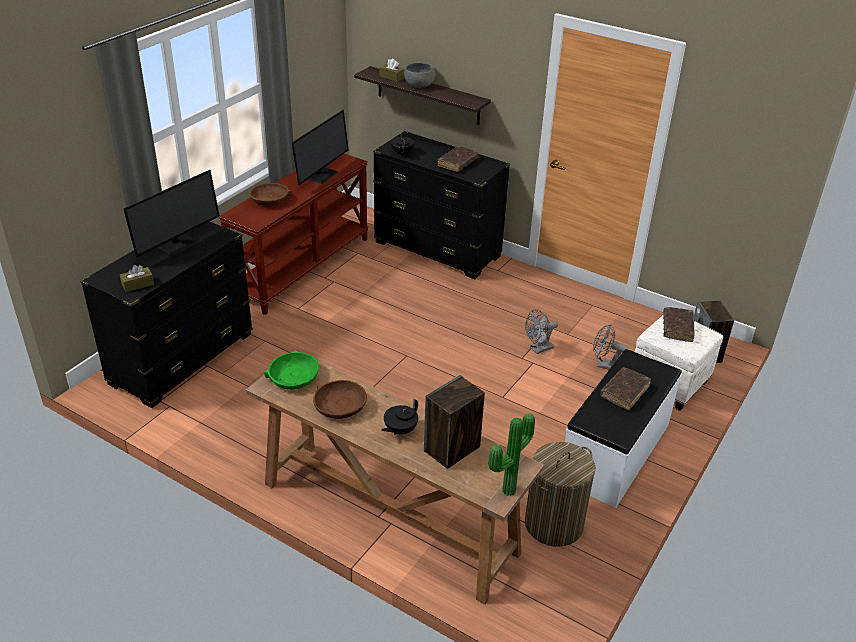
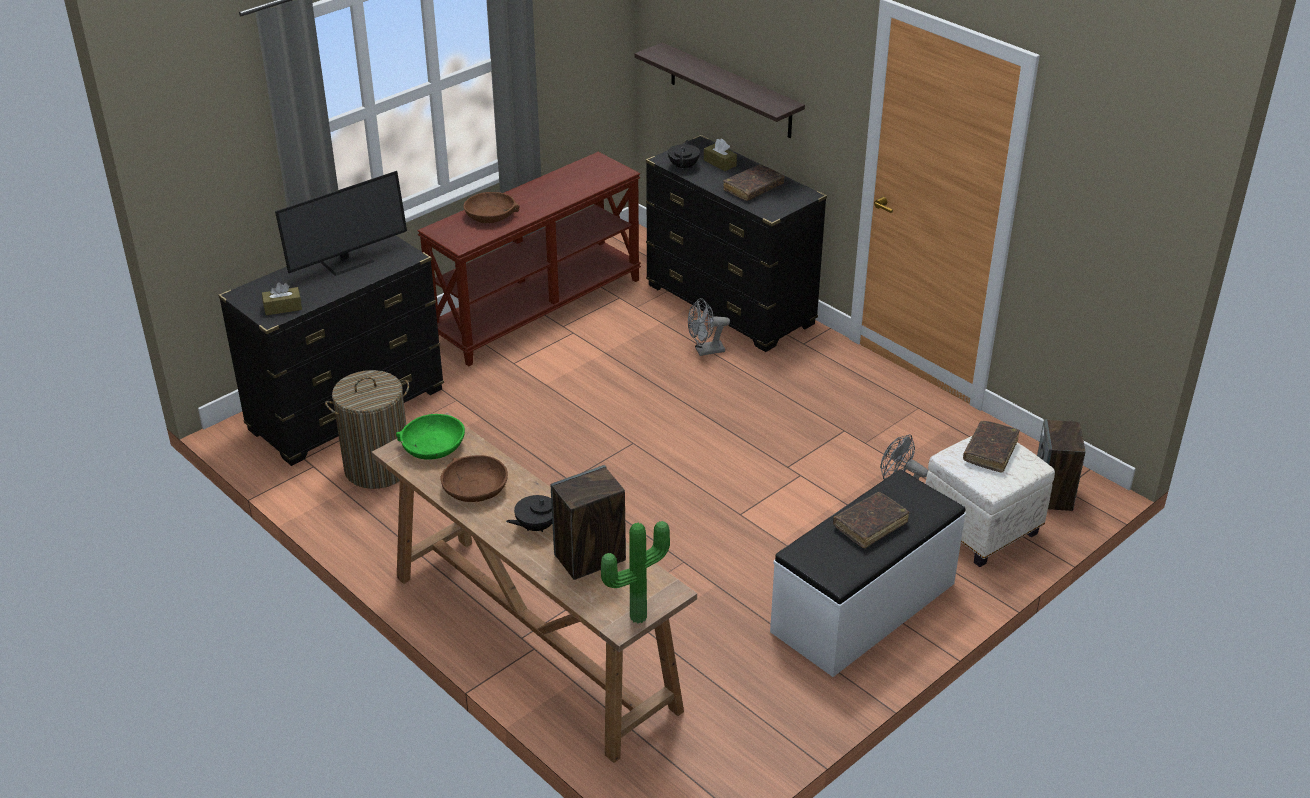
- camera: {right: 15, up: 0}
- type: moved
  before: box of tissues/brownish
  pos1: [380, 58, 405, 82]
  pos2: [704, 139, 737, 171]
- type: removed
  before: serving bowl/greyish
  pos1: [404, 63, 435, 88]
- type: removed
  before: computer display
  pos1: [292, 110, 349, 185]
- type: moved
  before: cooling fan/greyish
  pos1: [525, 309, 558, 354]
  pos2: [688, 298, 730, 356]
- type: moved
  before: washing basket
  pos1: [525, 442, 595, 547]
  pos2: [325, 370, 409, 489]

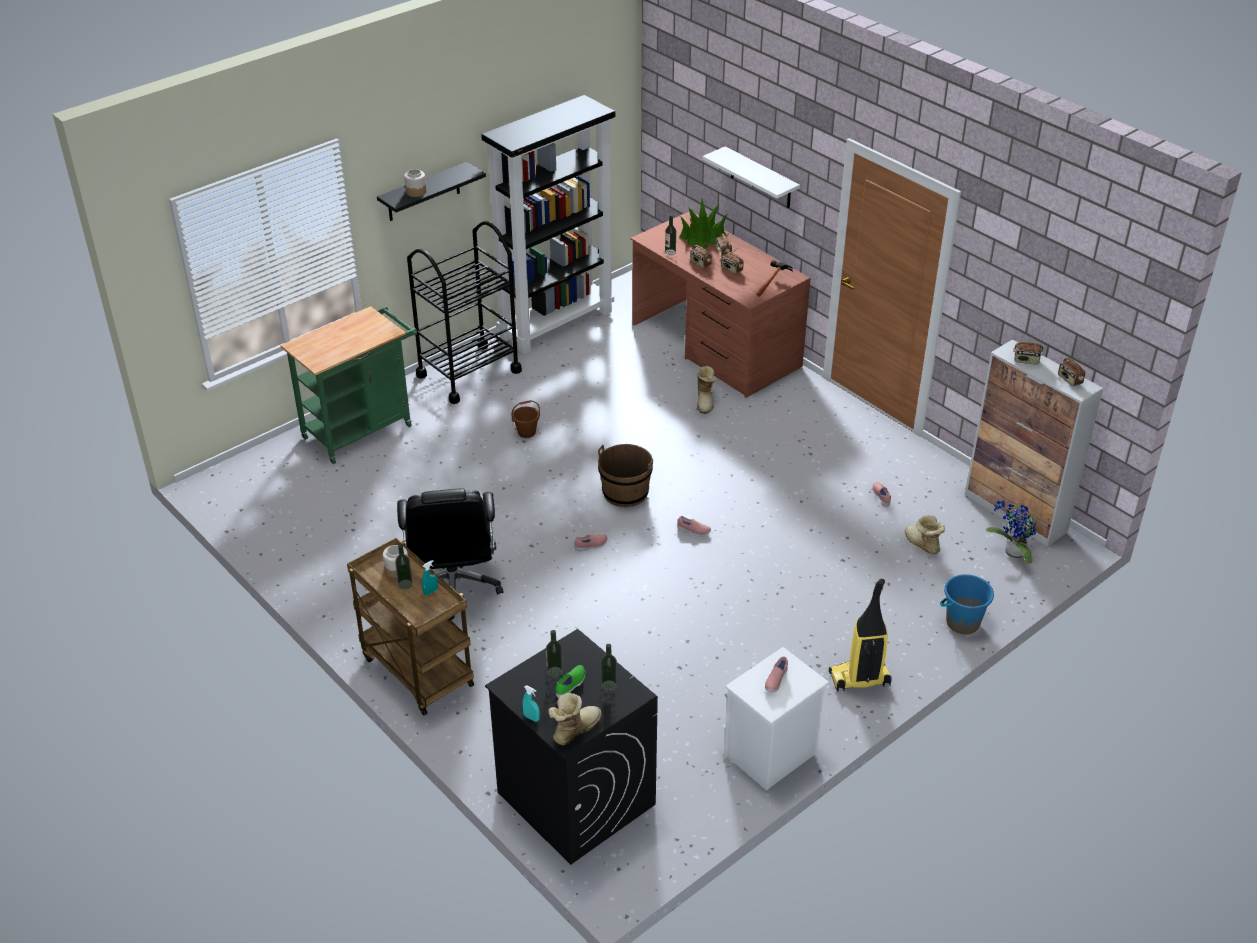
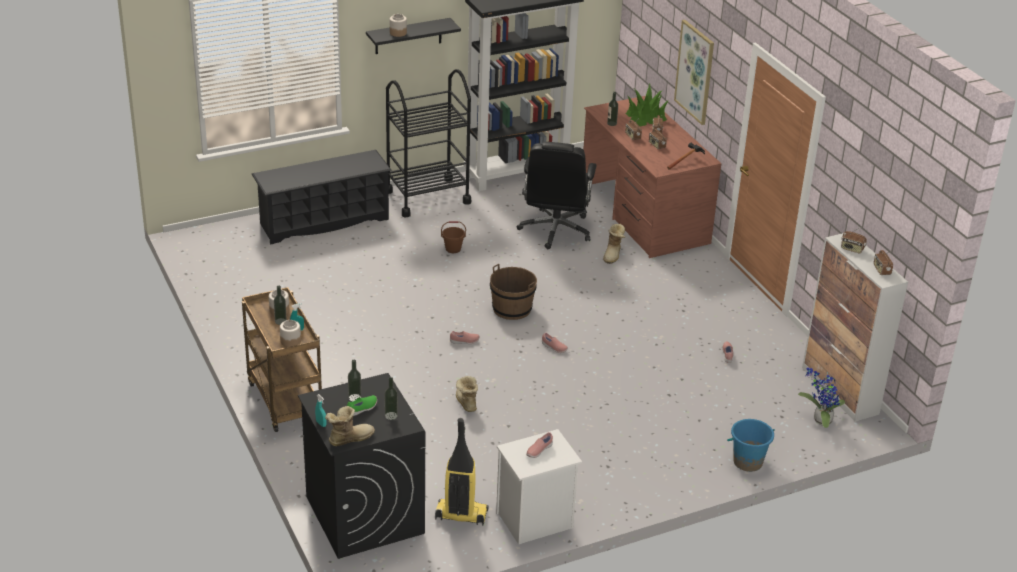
- camera: {right: 15, up: -5}
- type: replaced
  before: shelf/white
  after: picture
  pos1: [702, 146, 800, 208]
  pos2: [674, 20, 714, 125]
- type: replaced
  before: cart/greenish
  after: shoe rack/blackish
  pos1: [280, 306, 417, 464]
  pos2: [252, 150, 392, 245]
- type: moved
  before: desk chair/blackish
  pos1: [397, 488, 503, 620]
  pos2: [517, 142, 597, 249]
- type: moved
  before: high-top boot
  pos1: [905, 515, 945, 554]
  pos2: [456, 376, 478, 412]
- type: moved
  before: vacuum cleaner
  pos1: [829, 579, 892, 692]
  pos2: [435, 418, 489, 526]
- type: added
  after: storage jar
  pos2: [280, 320, 301, 347]

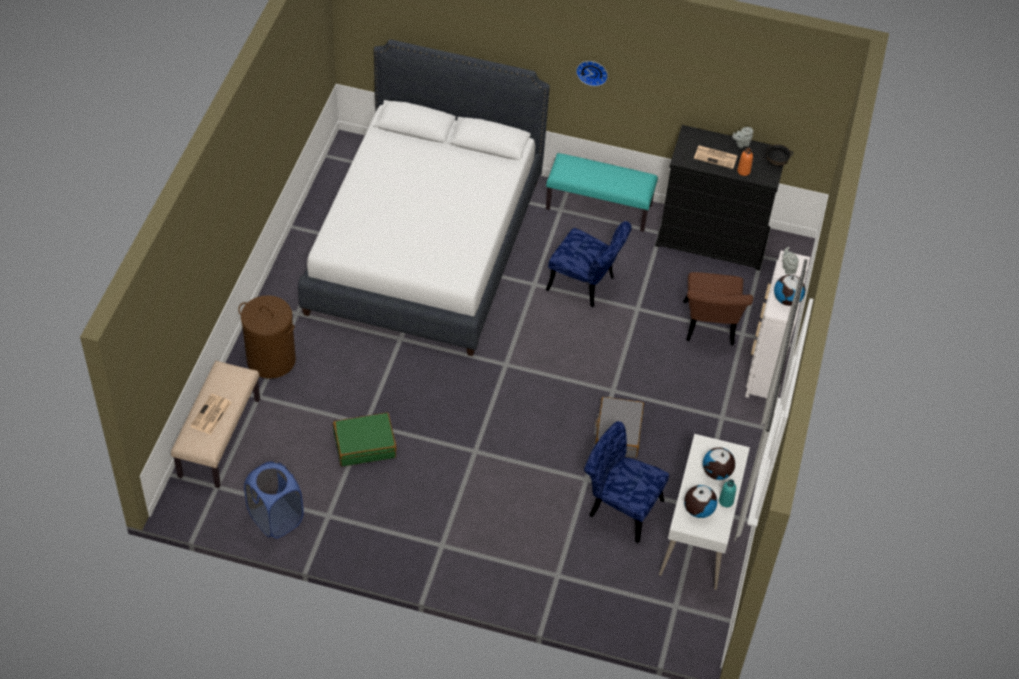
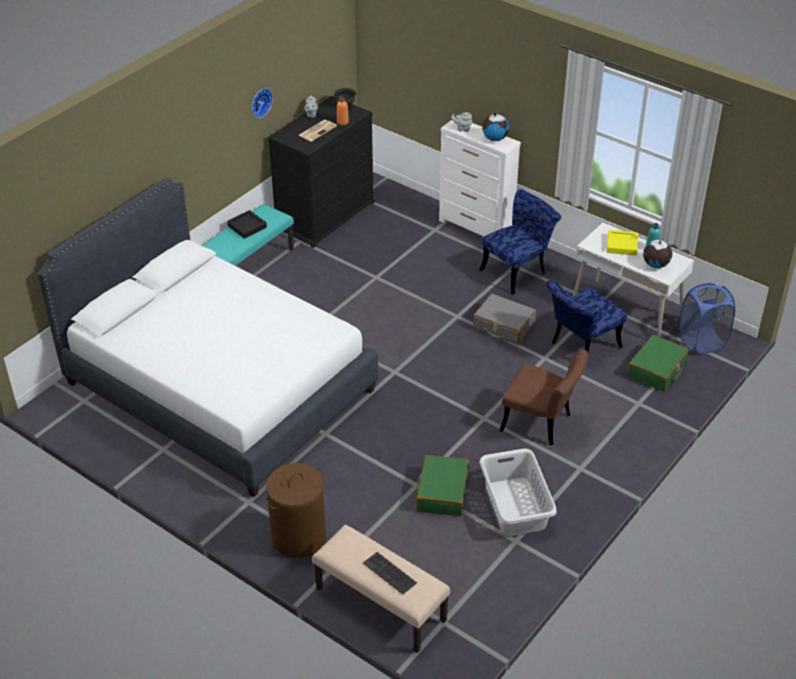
- camera: {right: -65, up: -10}
- type: moved
  before: clock on the wall
  pos1: [576, 61, 608, 86]
  pos2: [252, 88, 273, 118]
- type: moved
  before: chair/blue
  pos1: [546, 221, 632, 307]
  pos2: [479, 189, 561, 295]
- type: moved
  before: chair/brownish
  pos1: [683, 272, 753, 345]
  pos2: [500, 349, 589, 446]
- type: replaced
  before: printed paper
  after: keyboard
  pos1: [190, 394, 232, 435]
  pos2: [363, 552, 417, 594]
- type: replaced
  before: desk globe
  after: tray/yellow-coloured
  pos1: [703, 447, 735, 480]
  pos2: [607, 230, 638, 256]
- type: moved
  before: washing basket/blue
  pos1: [244, 461, 304, 539]
  pos2: [679, 283, 735, 354]
- type: added
  after: tray/blackish
  pos2: [227, 210, 267, 239]
- type: added
  after: piece of luggage/greenish
  pos2: [627, 335, 689, 391]
- type: added
  after: washing basket/greyish
  pos2: [479, 449, 557, 536]

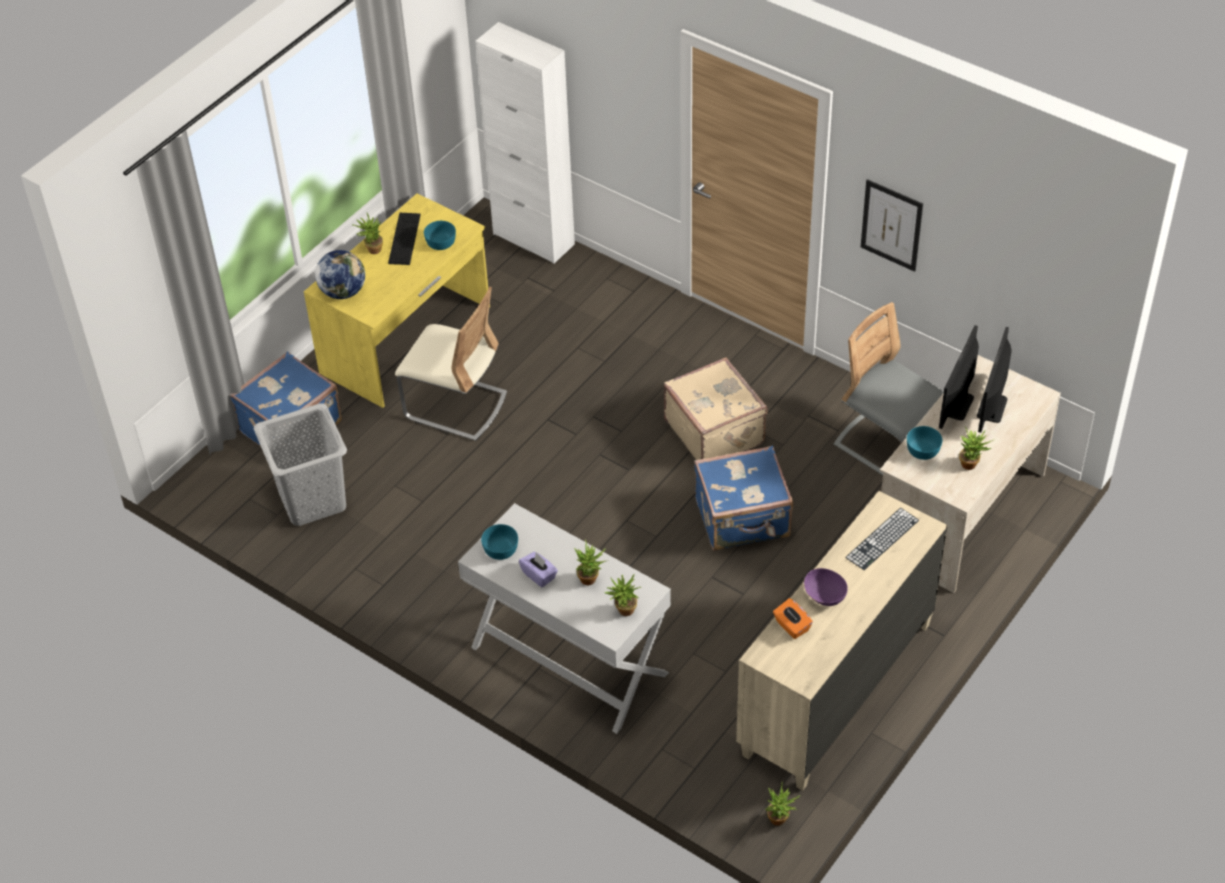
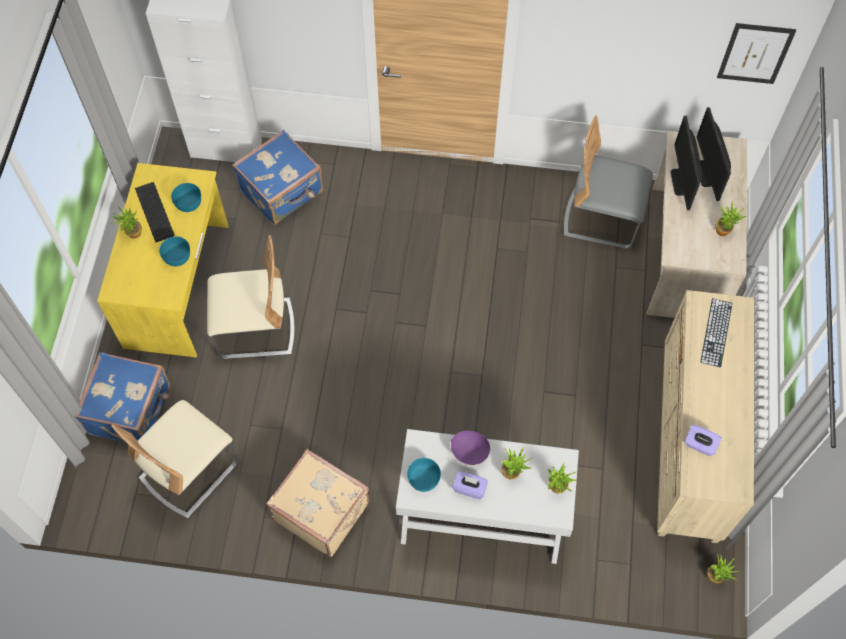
- camera: {right: -30, up: 15}
- type: moved
  before: picture
  pos1: [861, 179, 923, 272]
  pos2: [717, 23, 796, 84]
- type: removed
  before: desk globe
  pos1: [315, 250, 365, 299]
- type: moved
  before: piece of luggage/beige-coloured
  pos1: [664, 357, 768, 460]
  pos2: [266, 449, 369, 557]
- type: replaced
  before: washing basket/greyish
  after: chair/beige-coloured
  pos1: [254, 403, 347, 526]
  pos2: [111, 400, 238, 519]
- type: moved
  before: serving bowl/turquoise-coloured
  pos1: [907, 426, 942, 460]
  pos2: [159, 236, 190, 266]
- type: moved
  before: piece of luggage/blue
  pos1: [694, 446, 793, 551]
  pos2: [232, 130, 323, 225]
- type: moved
  before: serving bowl/purple
  pos1: [804, 568, 848, 606]
  pos2: [451, 431, 490, 465]
- type: recoloured
  before: box of tissues/orange
  after: box of tissues/purple
  pos1: [773, 598, 813, 639]
  pos2: [685, 425, 722, 456]

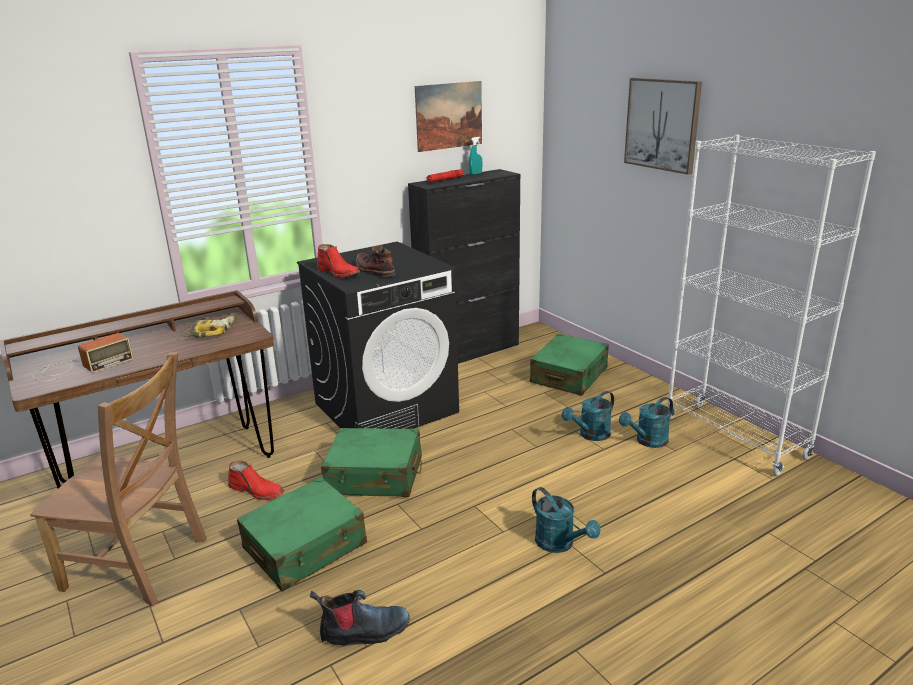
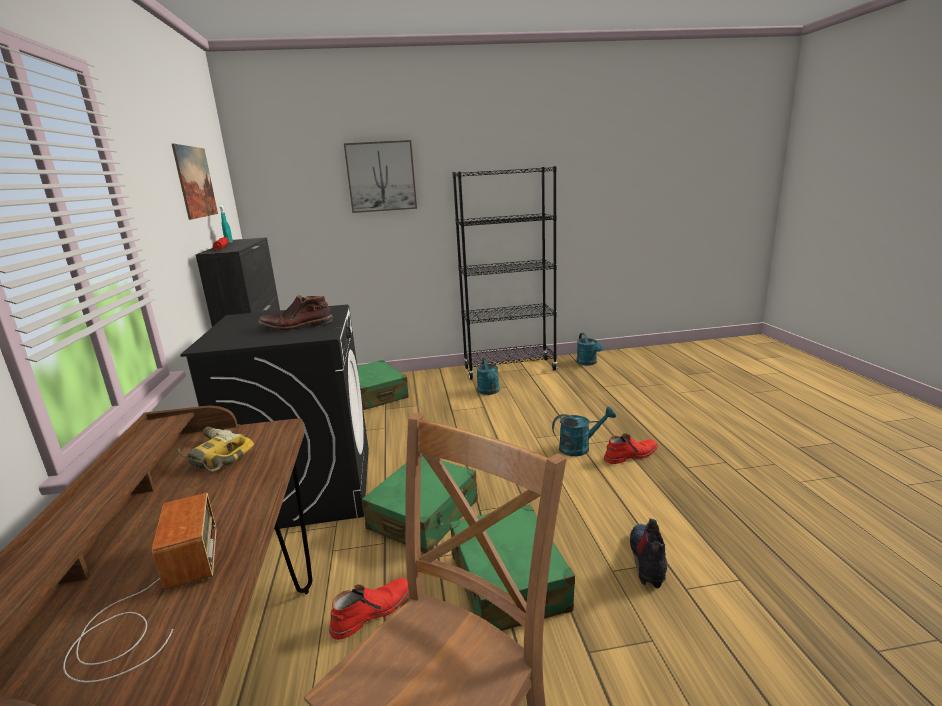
- camera: {right: -65, up: -5}
- type: recoloured
  before: bookcase/white
  after: bookcase/blackish
  pos1: [667, 135, 876, 476]
  pos2: [453, 166, 557, 380]
- type: moved
  before: high-top boot/red-coloured
  pos1: [317, 244, 360, 278]
  pos2: [604, 433, 658, 464]
- type: moved
  before: sprinkling can/turquoise-coloured
  pos1: [562, 391, 614, 441]
  pos2: [577, 333, 603, 365]

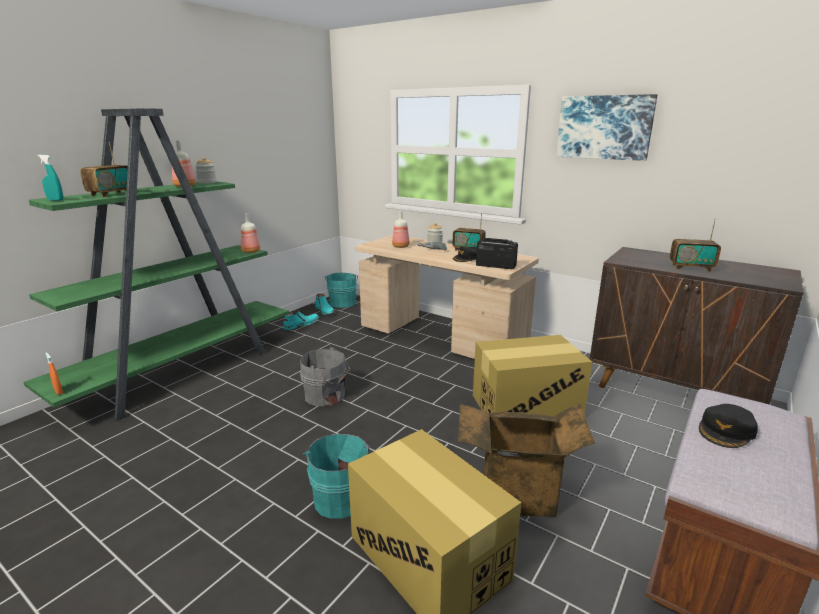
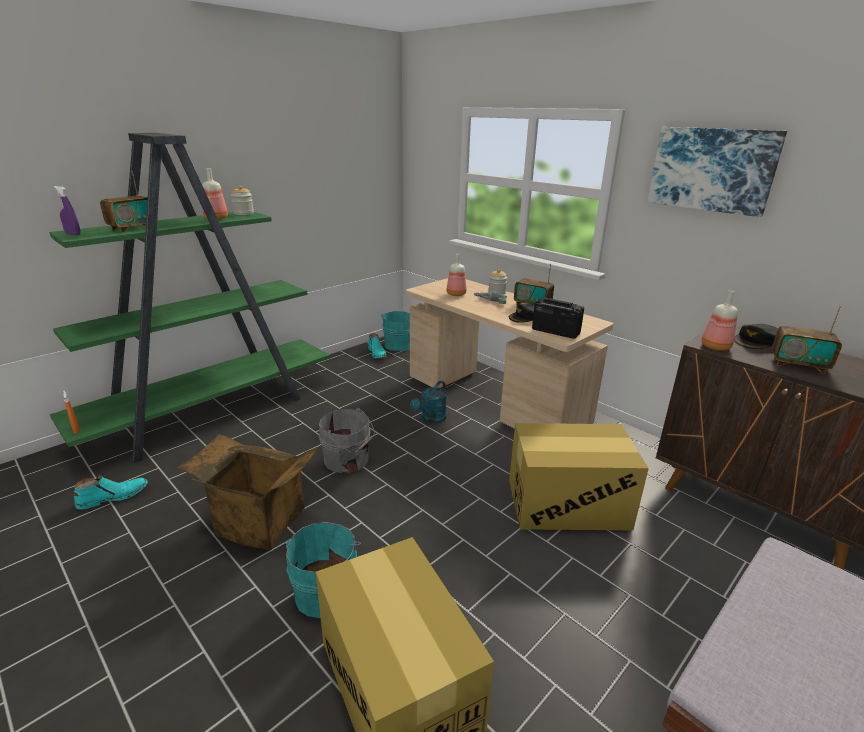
- camera: {right: 10, up: 5}
- type: recoloured
  before: hand sprayer/turquoise-coloured
  after: hand sprayer/purple
  pos1: [37, 155, 63, 201]
  pos2: [54, 186, 81, 235]
- type: moved
  before: beverage bottle
  pos1: [241, 213, 260, 253]
  pos2: [701, 290, 738, 351]
- type: moved
  before: high-top boot/turquoise-coloured
  pos1: [283, 310, 319, 330]
  pos2: [74, 475, 148, 509]
- type: moved
  before: packing box
  pos1: [458, 403, 595, 517]
  pos2: [177, 434, 319, 550]
- type: moved
  before: cap/blackish
  pos1: [699, 404, 758, 448]
  pos2: [734, 324, 778, 349]
- type: added
  after: sprinkling can/turquoise-coloured
  pos2: [410, 381, 447, 424]

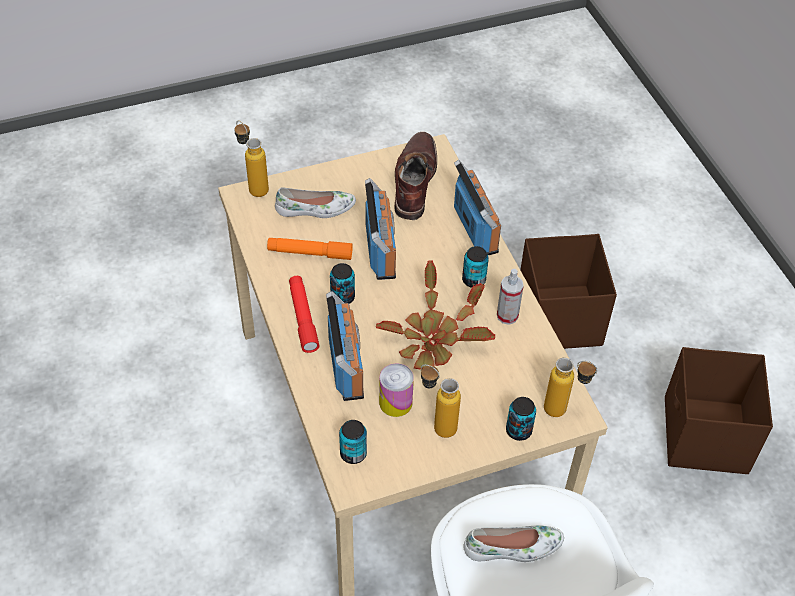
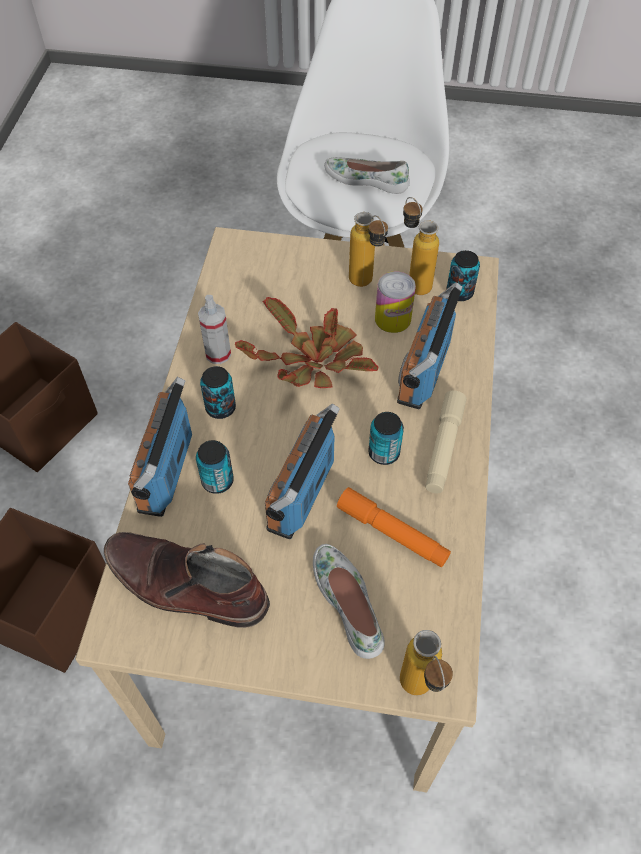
- camera: {right: -150, up: 5}
- type: turned
  before: high-top boot/brownish
  pos1: [395, 132, 437, 220]
  pos2: [104, 532, 270, 628]
  turn: 75
- type: turned
  before: item of footwear/white
  pos1: [275, 187, 356, 218]
  pos2: [313, 544, 385, 659]
  turn: 45
- type: recoloured
  before: hand torch/red-coloured
  after: hand torch/beige-coloured
  pos1: [289, 276, 319, 353]
  pos2: [425, 390, 467, 493]
- type: moved
  before: beverage bottle
  pos1: [544, 358, 597, 417]
  pos2: [403, 197, 439, 295]
- type: moved
  before: metal can
  pos1: [506, 397, 536, 441]
  pos2: [196, 440, 234, 494]

